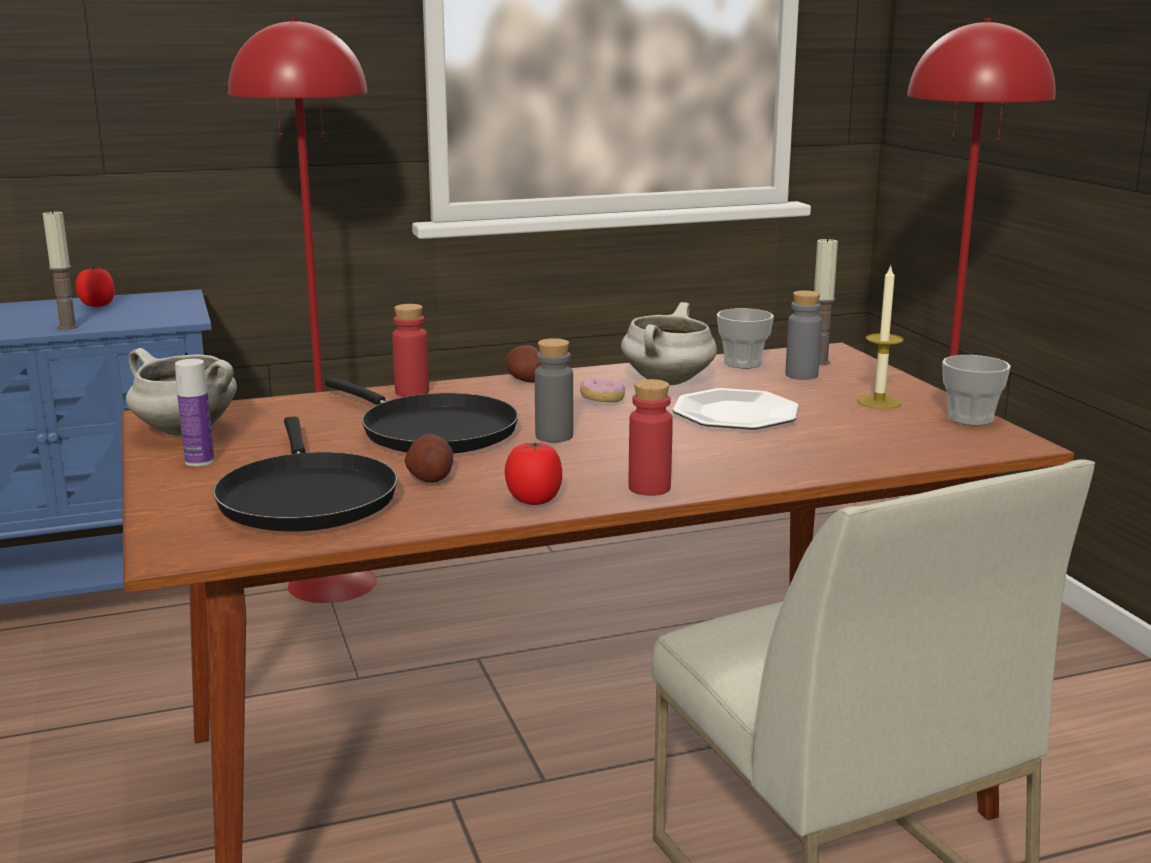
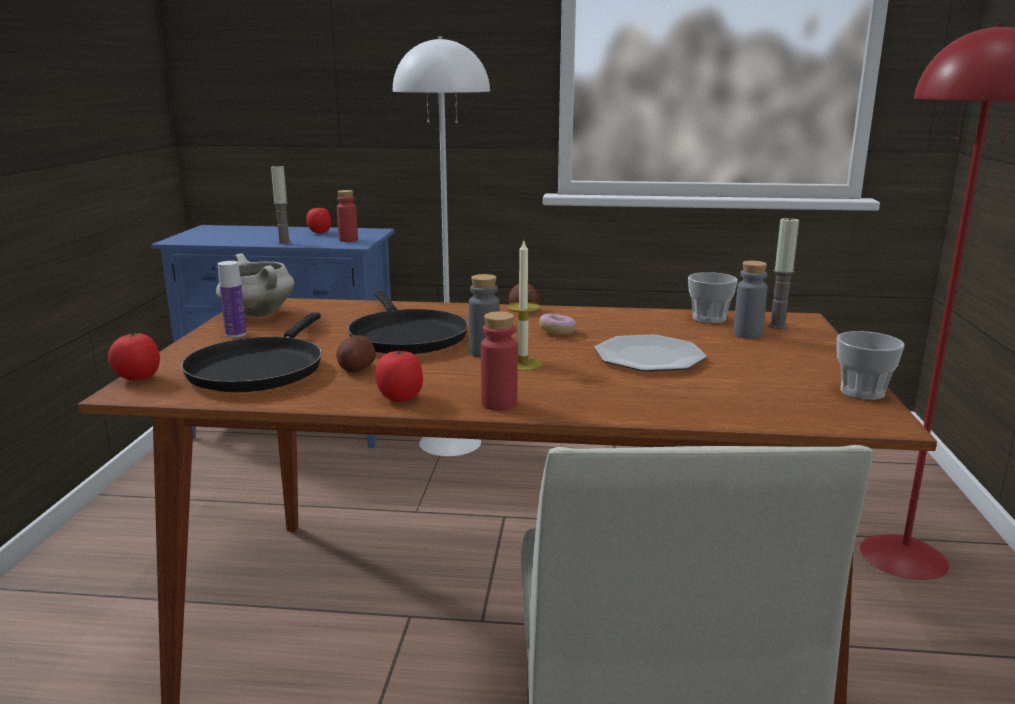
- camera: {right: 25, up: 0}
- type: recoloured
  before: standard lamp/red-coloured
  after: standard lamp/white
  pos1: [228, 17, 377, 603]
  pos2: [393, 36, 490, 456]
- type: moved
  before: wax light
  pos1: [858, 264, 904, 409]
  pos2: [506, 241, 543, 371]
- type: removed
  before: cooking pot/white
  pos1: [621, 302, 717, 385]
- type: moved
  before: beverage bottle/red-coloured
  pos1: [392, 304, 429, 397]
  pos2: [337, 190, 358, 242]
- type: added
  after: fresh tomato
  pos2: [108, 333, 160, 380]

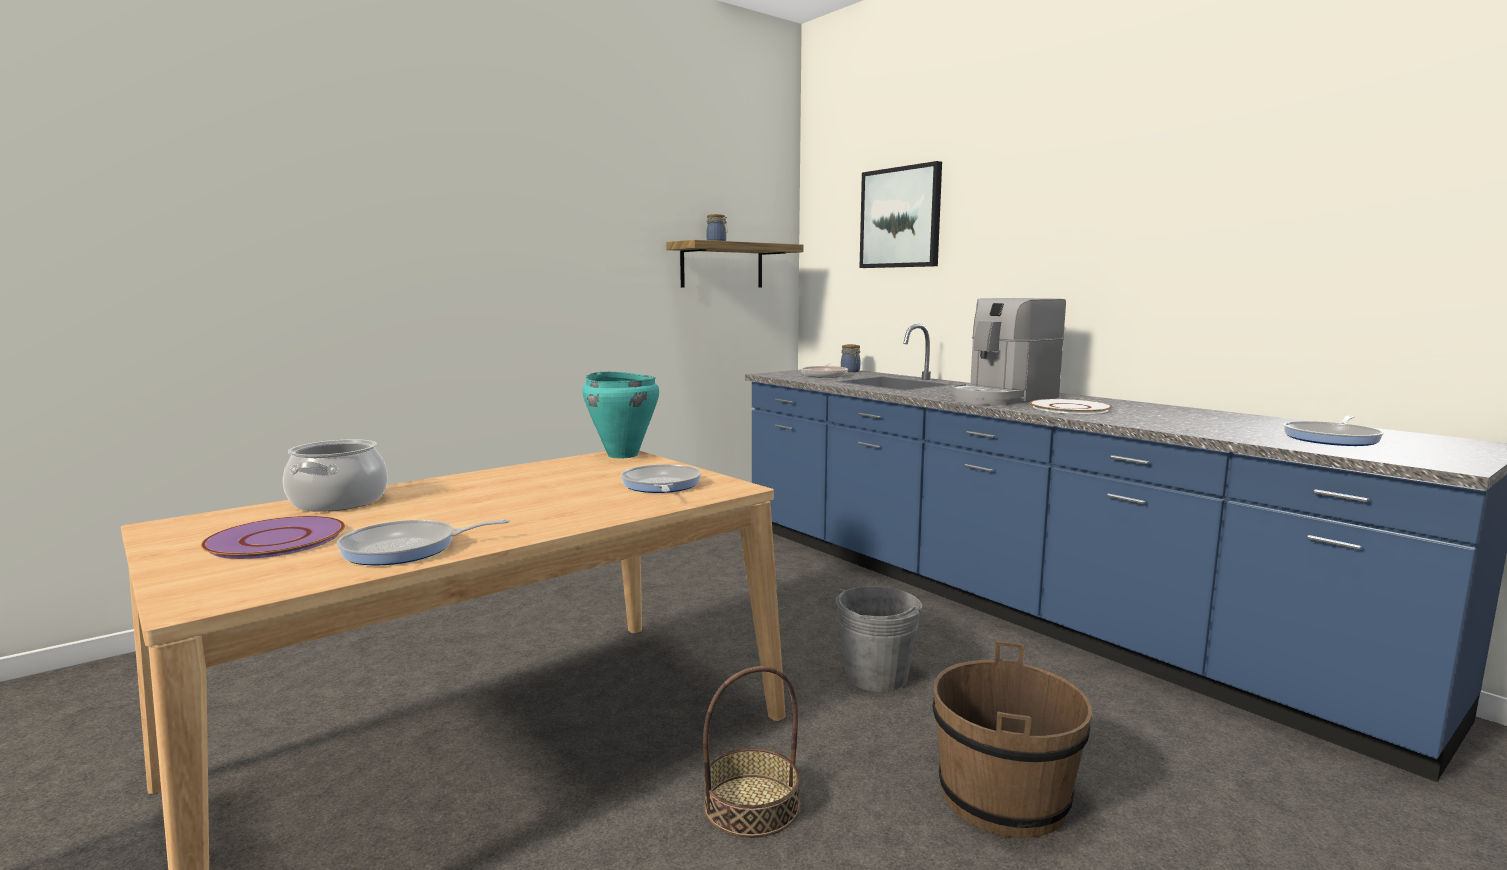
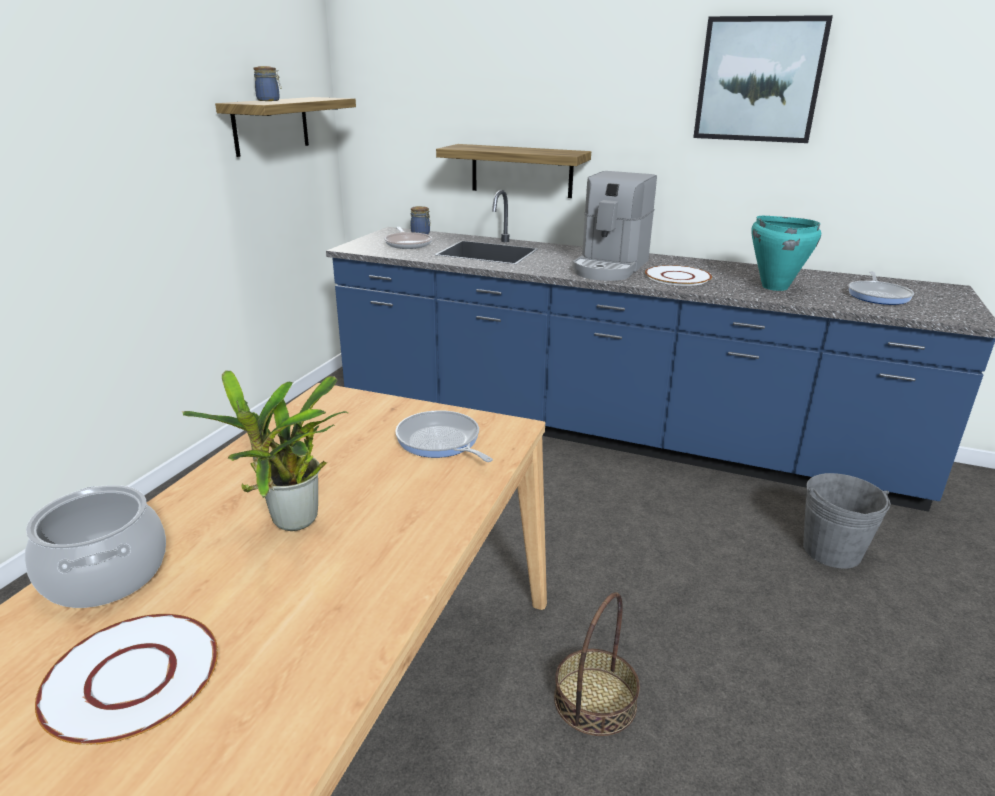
- camera: {right: -30, up: 15}
- type: moved
  before: picture
  pos1: [860, 161, 942, 268]
  pos2: [693, 15, 833, 143]
- type: moved
  before: cooking pot/turquoise-coloured
  pos1: [582, 372, 659, 458]
  pos2: [751, 216, 821, 291]
- type: recoloured
  before: dinner plate/purple
  after: dinner plate/white
  pos1: [201, 516, 345, 559]
  pos2: [35, 614, 218, 745]
- type: removed
  before: skillet
  pos1: [337, 519, 510, 565]
- type: moved
  before: bucket/greyish
  pos1: [836, 586, 922, 692]
  pos2: [803, 473, 891, 569]
- type: removed
  before: bucket/brownish
  pos1: [932, 641, 1092, 838]
- type: added
  after: shelf
  pos2: [436, 144, 591, 198]
- type: added
  after: potted plant
  pos2: [182, 370, 348, 531]

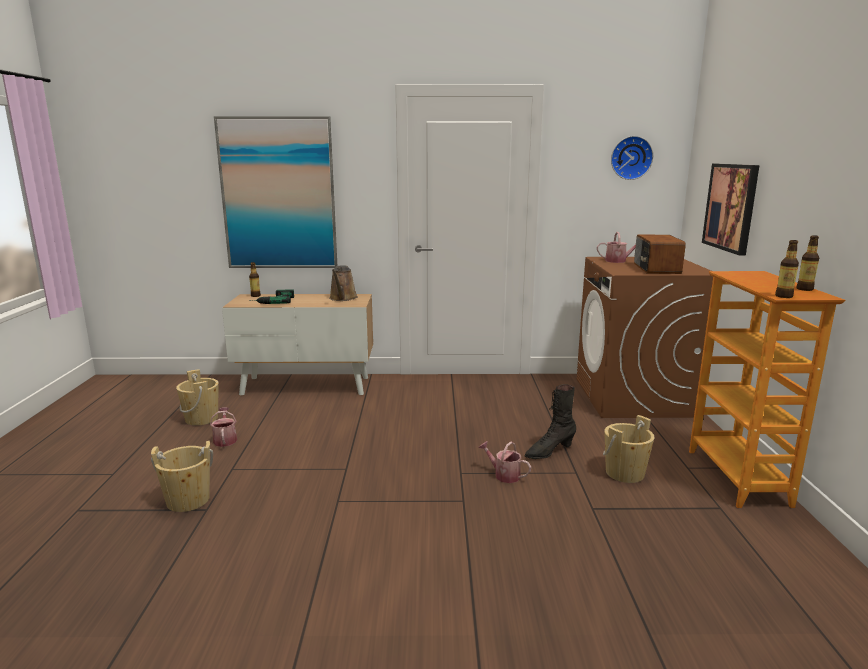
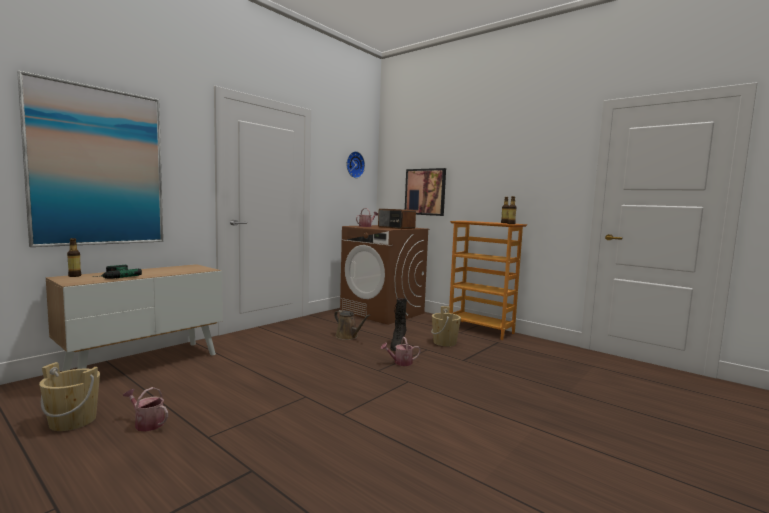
- camera: {right: -50, up: -10}
- type: moved
  before: sprinkling can/brownish
  pos1: [329, 265, 358, 301]
  pos2: [334, 310, 370, 340]
- type: removed
  before: bucket/beige-coloured
  pos1: [151, 441, 213, 512]

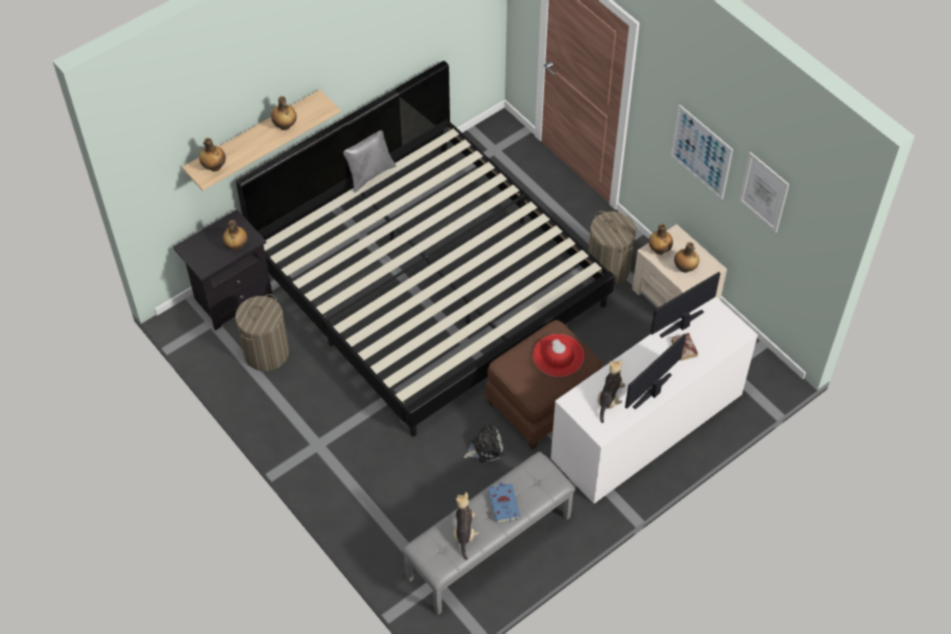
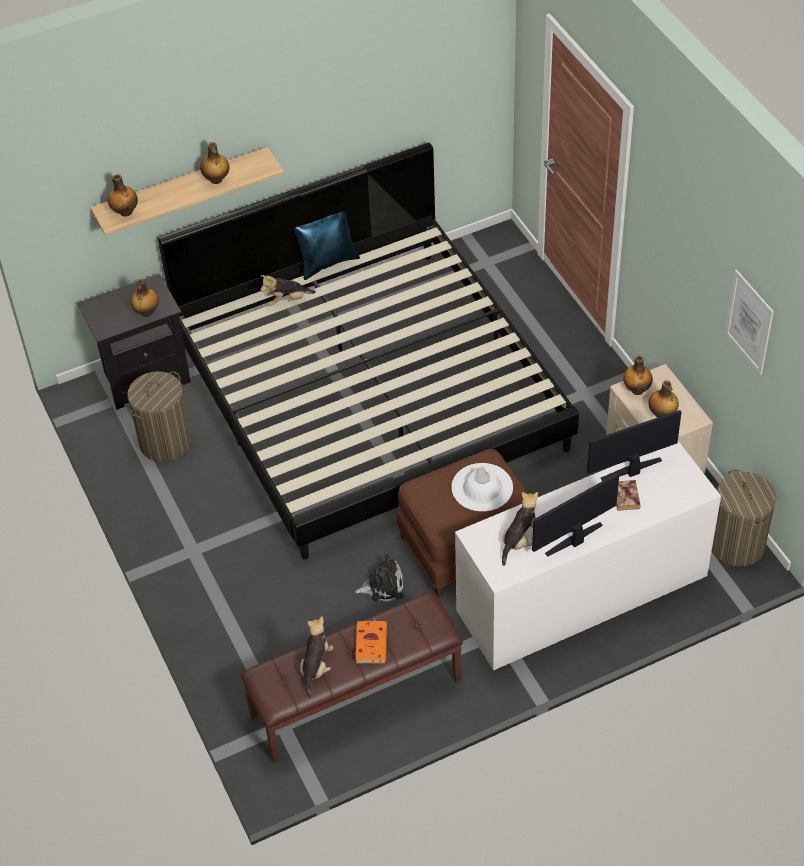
- camera: {right: 15, up: -5}
- type: removed
  before: picture
  pos1: [671, 104, 733, 200]
- type: recoloured
  before: cushion/greyish
  after: cushion/blue
  pos1: [343, 130, 397, 193]
  pos2: [294, 212, 360, 280]
- type: moved
  before: washing basket
  pos1: [588, 211, 636, 285]
  pos2: [712, 469, 776, 566]
- type: recoloured
  before: hat/red-coloured
  after: hat/white
  pos1: [533, 334, 584, 377]
  pos2: [451, 463, 513, 512]
- type: recoloured
  before: indoor bench/greyish
  after: indoor bench/brownish
  pos1: [402, 452, 575, 615]
  pos2: [240, 593, 463, 763]
- type: recoloured
  before: book/blue
  after: book/orange
  pos1: [488, 482, 521, 524]
  pos2: [356, 618, 387, 664]
- type: added
  after: soft toy
  pos2: [260, 275, 316, 306]

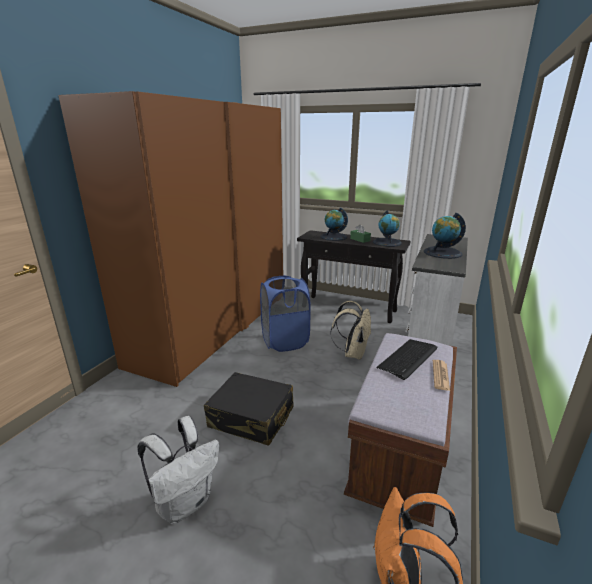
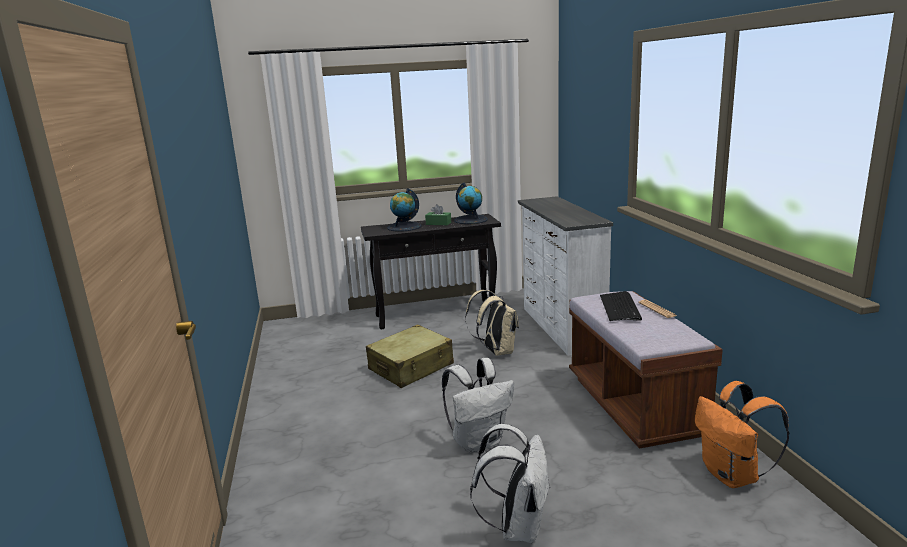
- camera: {right: -35, up: -5}
- type: removed
  before: clothes cupboard/brownish
  pos1: [59, 91, 283, 387]
- type: removed
  before: desk globe
  pos1: [424, 213, 466, 259]
- type: replaced
  before: washing basket/blue
  after: piece of luggage/beige-coloured
  pos1: [260, 275, 311, 352]
  pos2: [366, 324, 454, 388]
- type: replaced
  before: piece of luggage/blackish
  after: knapsack/white
  pos1: [204, 372, 294, 446]
  pos2: [442, 358, 514, 453]

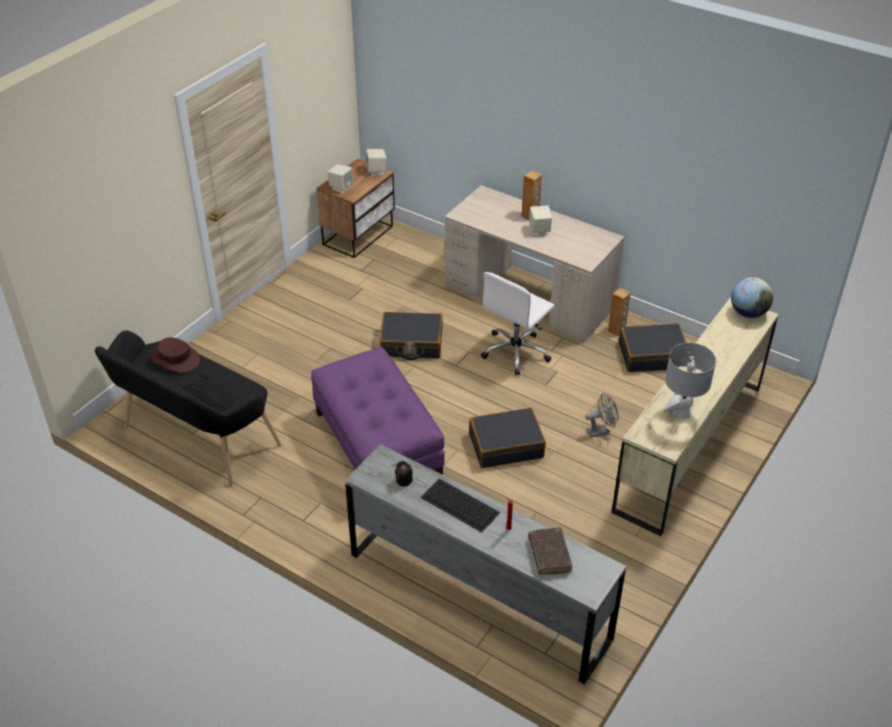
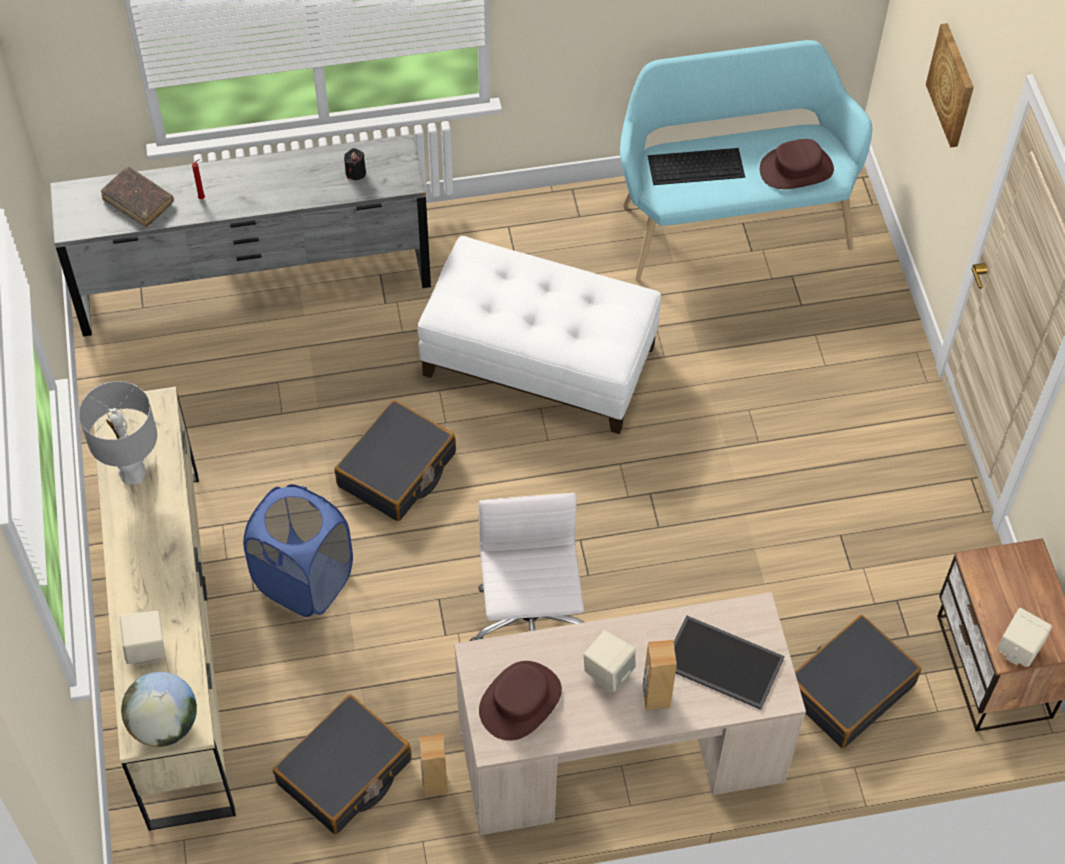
- camera: {right: 135, up: 15}
- type: moved
  before: loudspeaker/beige-coloured
  pos1: [327, 164, 354, 193]
  pos2: [119, 611, 165, 666]
- type: moved
  before: piece of luggage/blackish
  pos1: [380, 312, 442, 360]
  pos2: [795, 615, 921, 748]
- type: recoloured
  before: indoor bench/blackish
  after: indoor bench/turquoise-coloured
  pos1: [95, 330, 282, 486]
  pos2: [620, 40, 872, 281]
- type: recoloured
  before: pouffe/purple
  after: pouffe/white
  pos1: [311, 347, 445, 475]
  pos2: [418, 236, 661, 434]
- type: replaced
  before: cooling fan/greyish
  after: washing basket/blue
  pos1: [585, 393, 619, 438]
  pos2: [243, 484, 353, 617]
- type: removed
  before: keyboard
  pos1: [421, 478, 500, 532]
- type: added
  after: picture
  pos2: [926, 23, 974, 148]
- type: added
  after: tray
  pos2: [674, 615, 785, 710]
- type: added
  after: hat/brownish
  pos2: [479, 661, 562, 741]

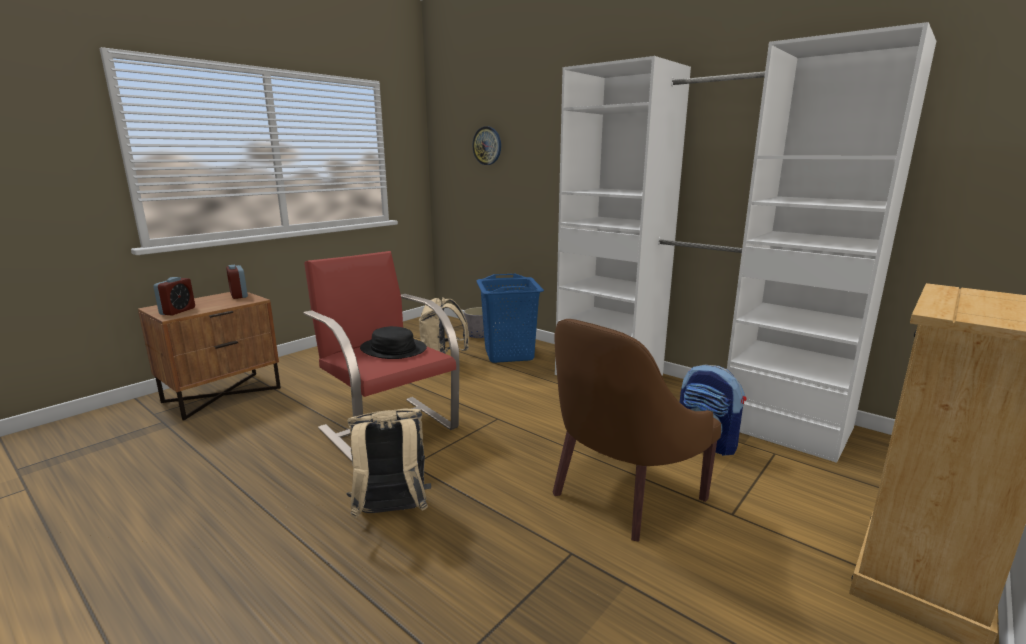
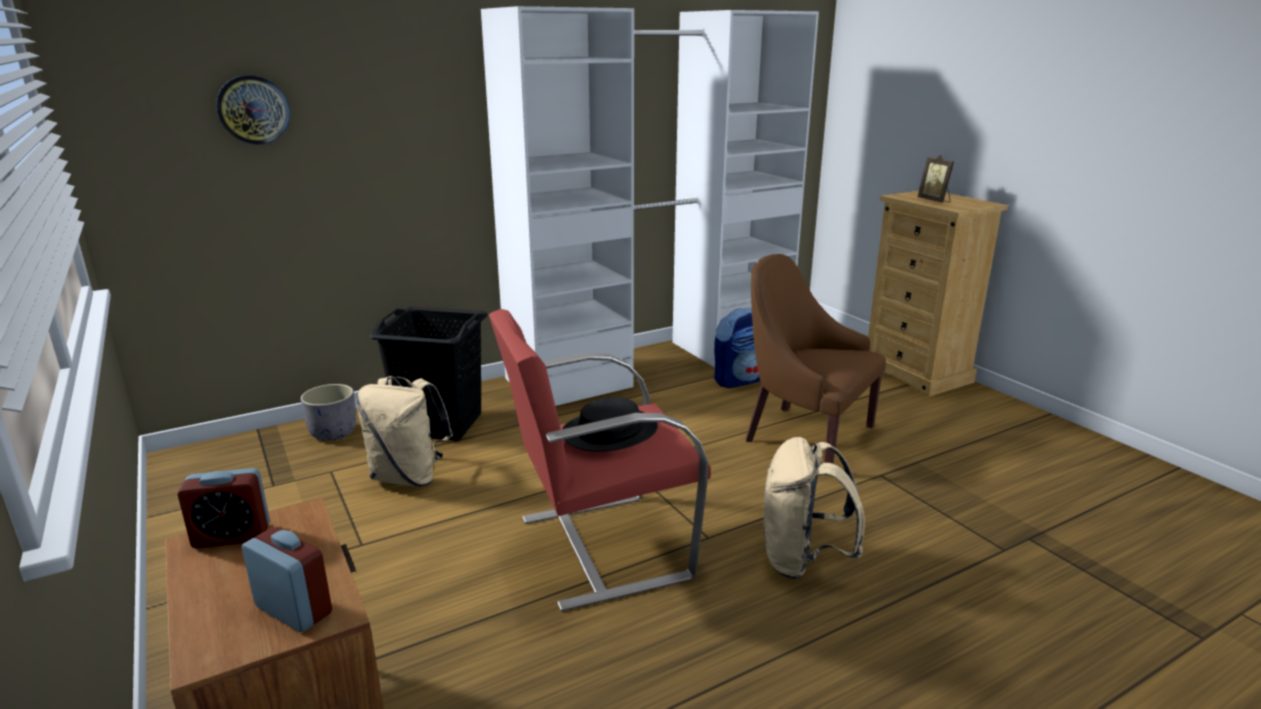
- camera: {right: -70, up: 5}
- type: recoloured
  before: washing basket/blue
  after: washing basket/blackish
  pos1: [476, 274, 544, 363]
  pos2: [369, 307, 488, 441]
- type: turned
  before: lounge chair/brownish
  pos1: [553, 319, 721, 542]
  pos2: [746, 254, 886, 476]
  turn: 150
- type: added
  after: photo frame
  pos2: [917, 155, 954, 203]

